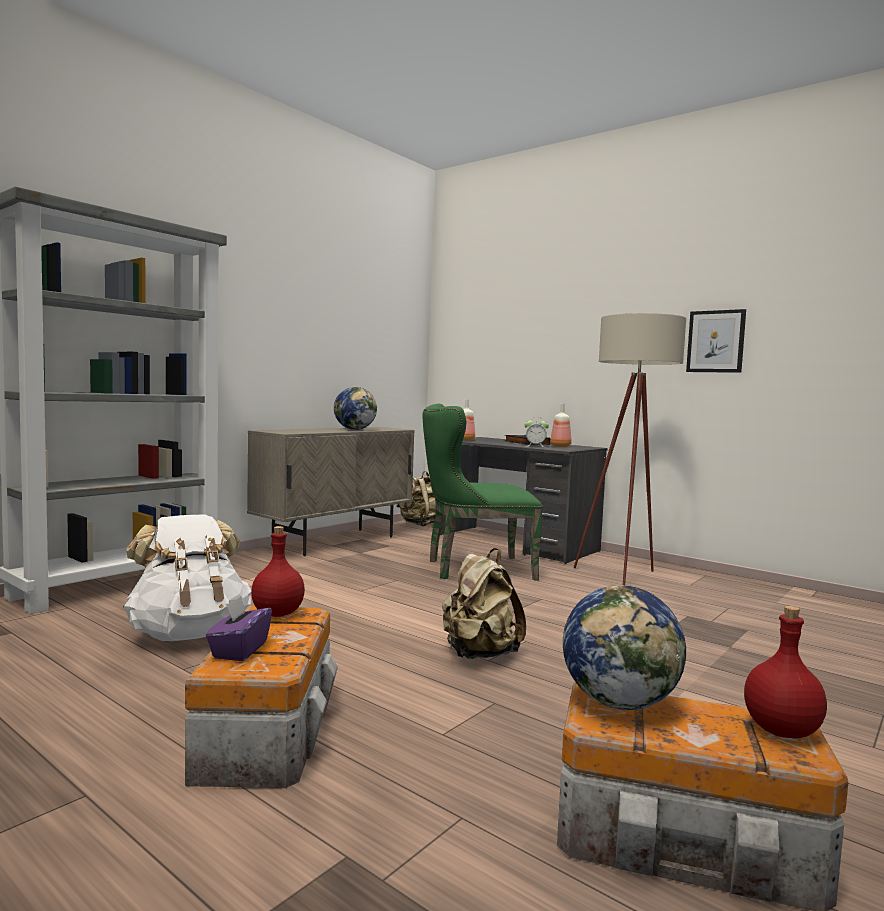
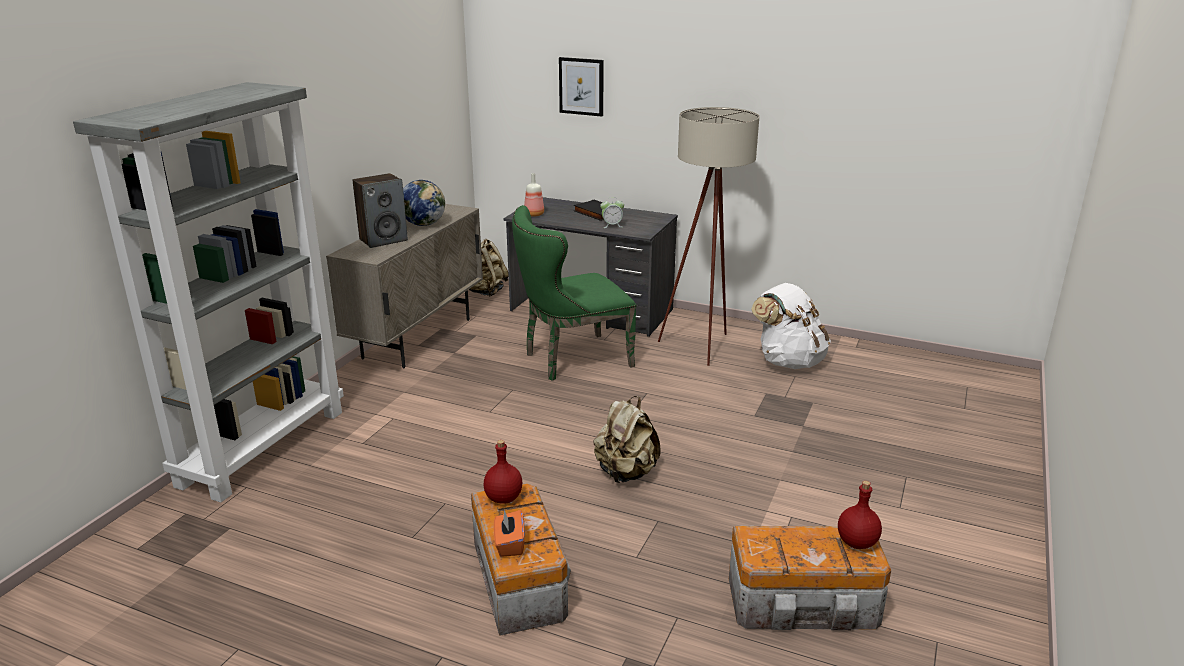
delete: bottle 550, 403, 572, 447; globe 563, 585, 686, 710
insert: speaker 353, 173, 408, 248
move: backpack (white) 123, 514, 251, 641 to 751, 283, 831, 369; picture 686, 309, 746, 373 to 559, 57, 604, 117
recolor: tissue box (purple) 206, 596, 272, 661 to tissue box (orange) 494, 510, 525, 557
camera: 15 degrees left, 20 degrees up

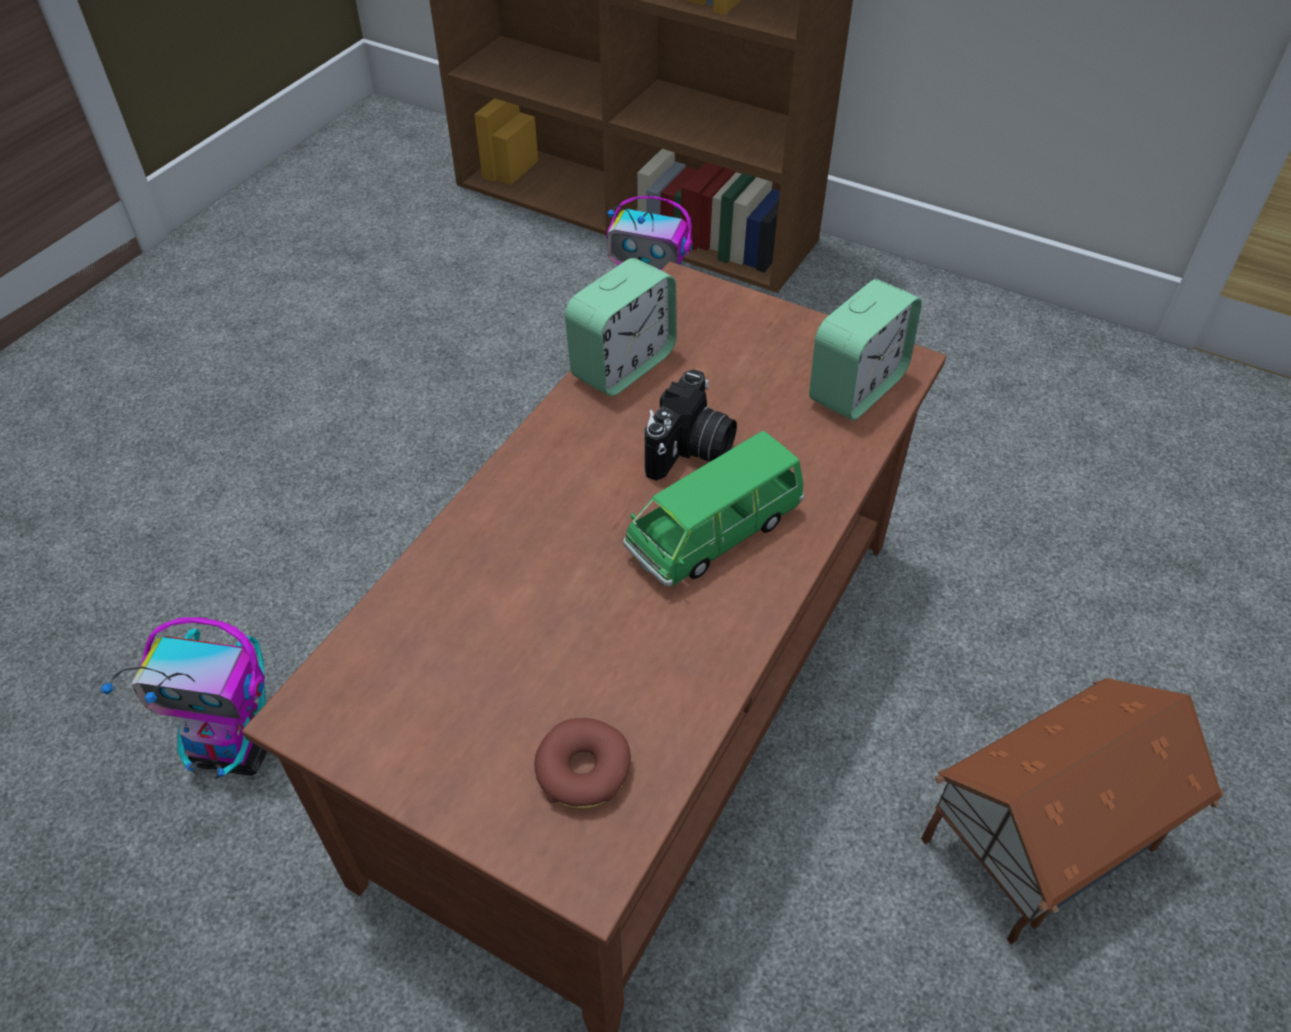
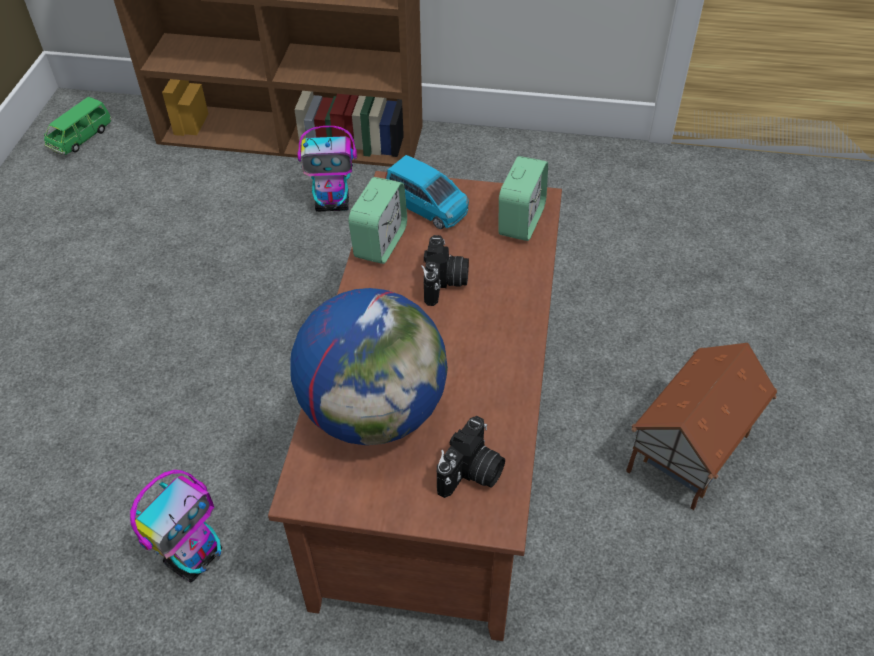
insert: globe 290, 288, 448, 445; toy car (blue) 385, 155, 469, 229
move: toy car (green) 623, 431, 805, 587 to 44, 97, 112, 155
replace: donut 535, 718, 631, 809 to photo camera 437, 416, 505, 498
rotate: toy robot 101, 617, 267, 779 = 130, 470, 222, 582 45 degrees counterclockwise
camera: 20 degrees left, 0 degrees up

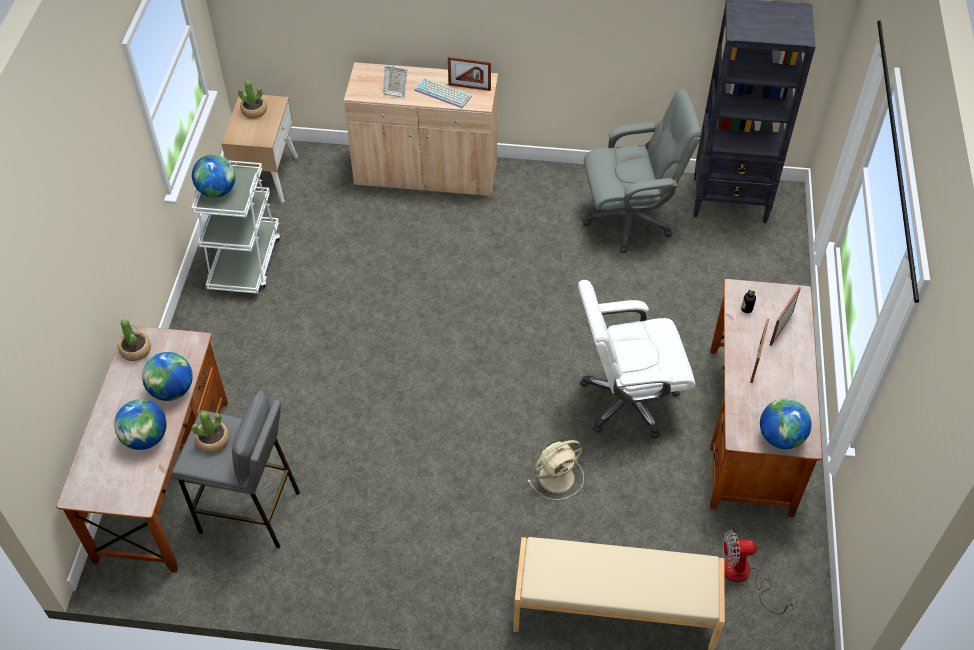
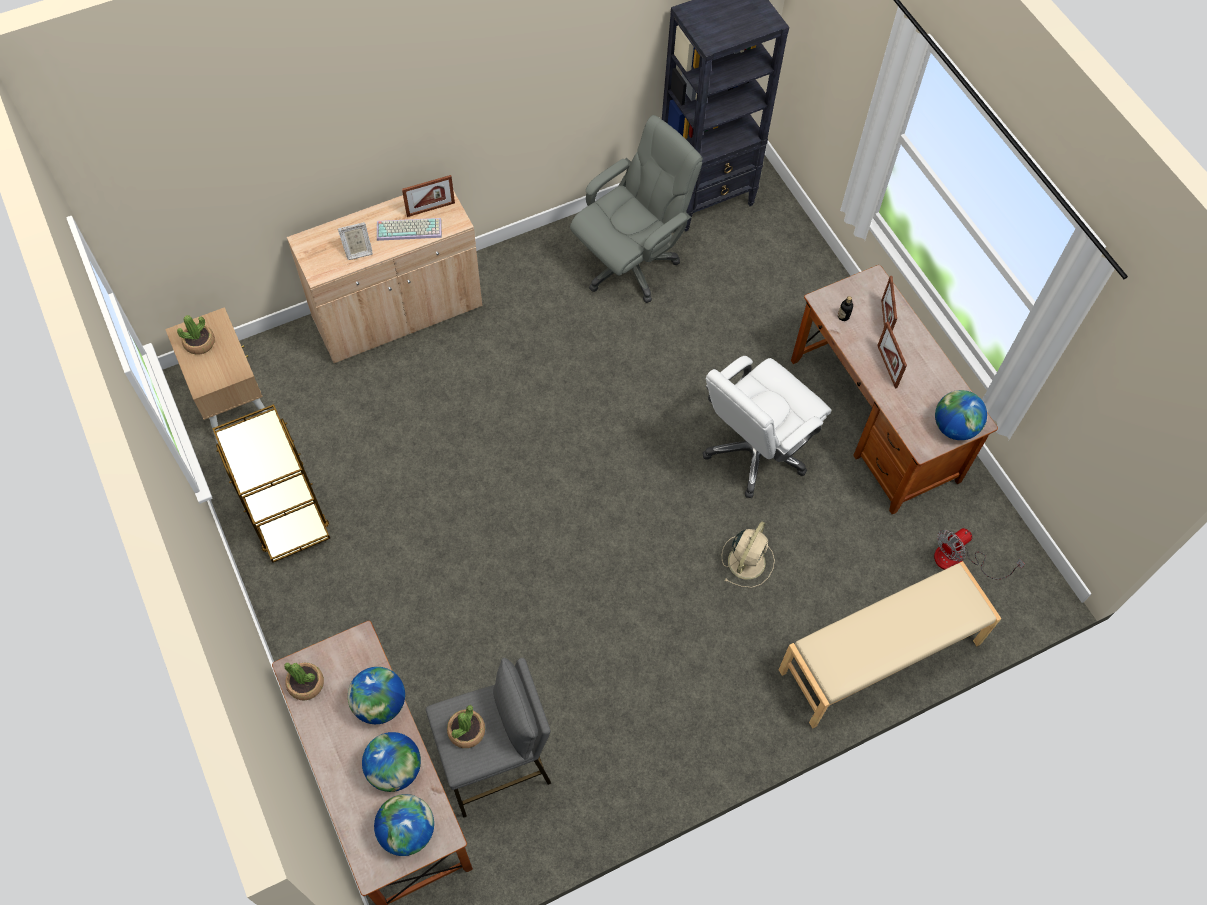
move: globe 192, 154, 236, 198 to 374, 794, 434, 856
recolor: cart (white) 192, 161, 281, 294 to cart (brown) 212, 404, 330, 563
camera: 35 degrees left, 10 degrees up

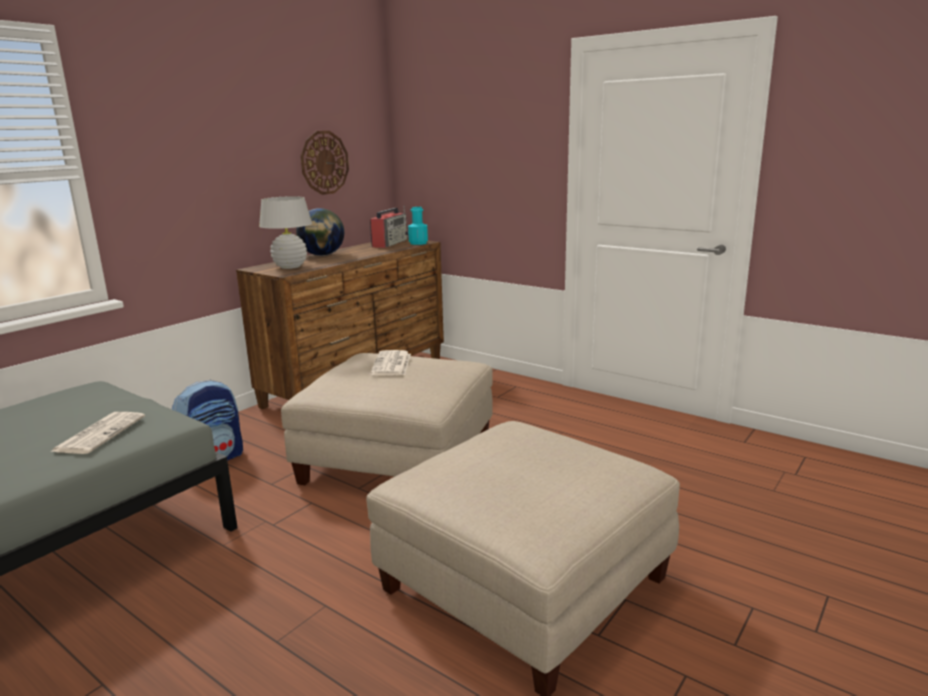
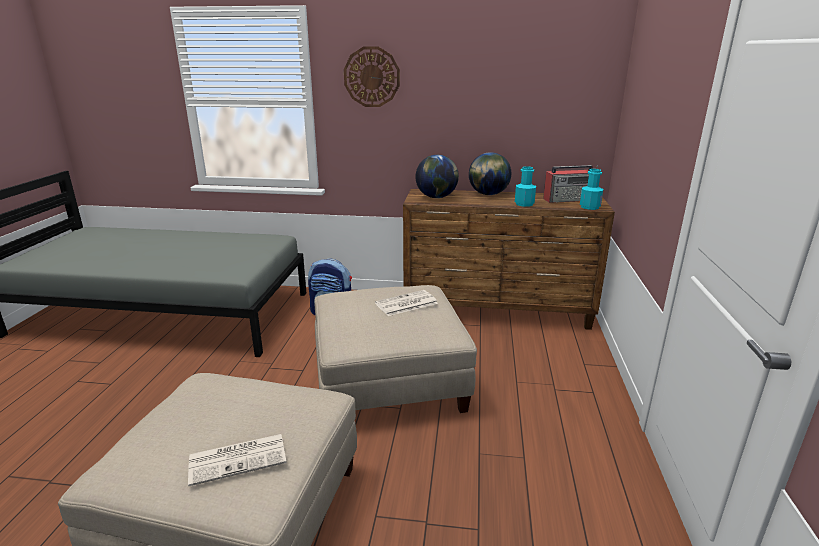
insert: bottle (turquoise) 515, 166, 536, 207
move: newspaper 50, 412, 145, 454 to 188, 434, 287, 487; wall clock 301, 131, 349, 195 to 344, 47, 400, 107
replace: table lamp (white) 259, 196, 312, 269 to globe 415, 155, 459, 198
camera: 60 degrees right, 5 degrees up

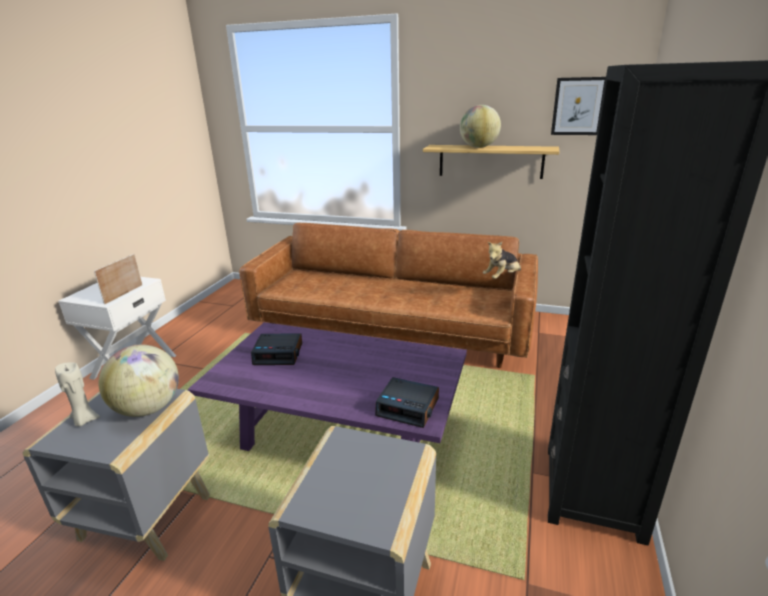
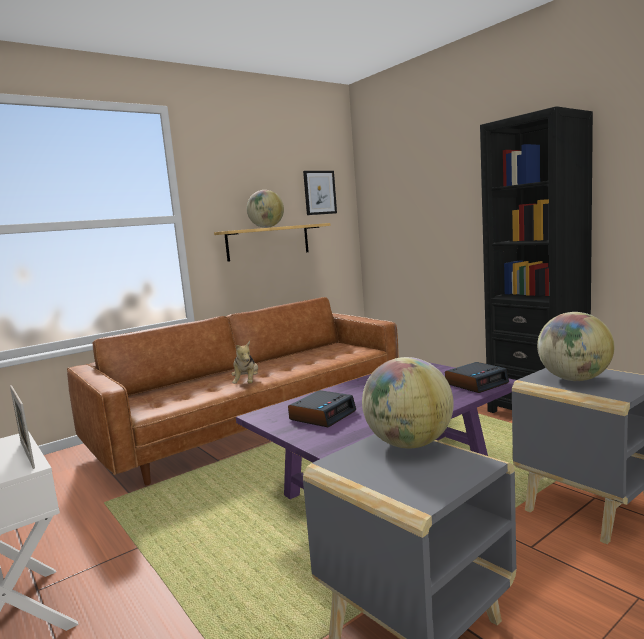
delete: candle (beige) 55, 362, 100, 426
insert: globe 537, 312, 615, 381
move: plush toy 483, 242, 521, 279 to 232, 341, 258, 384
camera: 55 degrees left, 15 degrees down

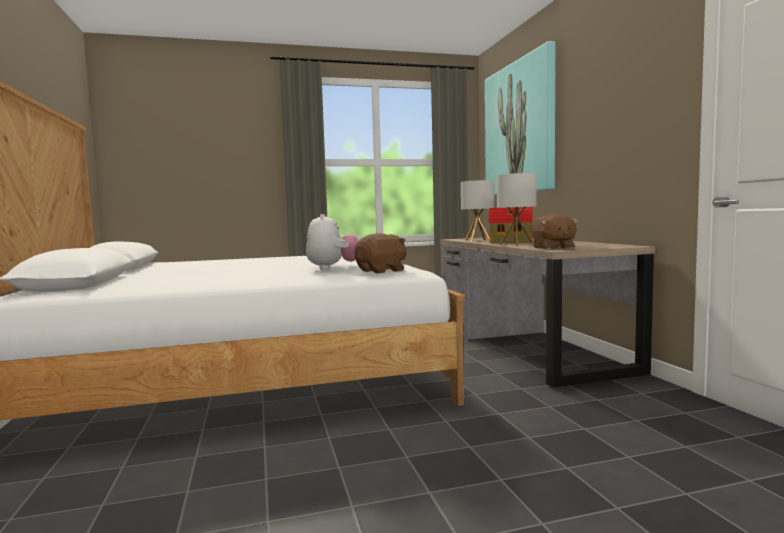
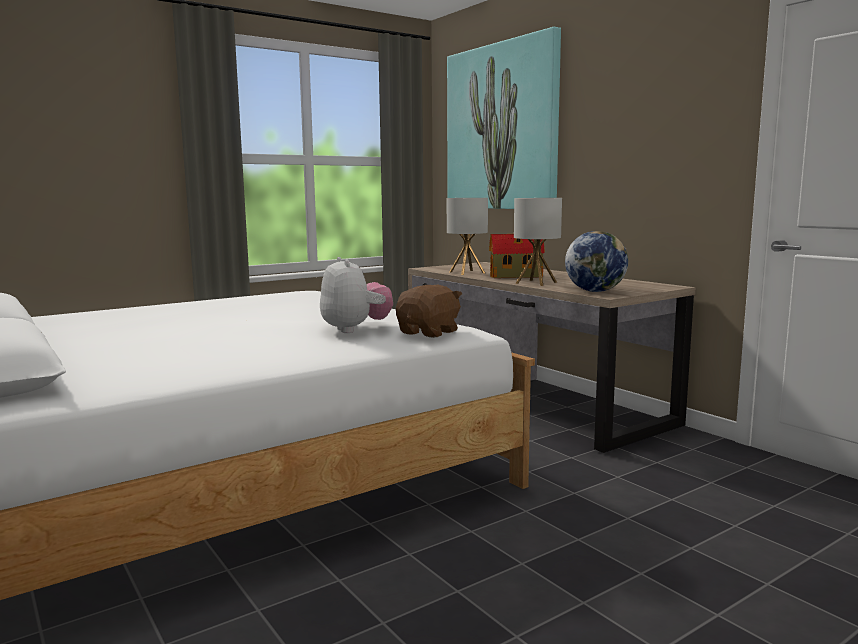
replace: plush toy (brown) 532, 214, 578, 250 to globe 565, 231, 628, 292
camera: 20 degrees left, 5 degrees up

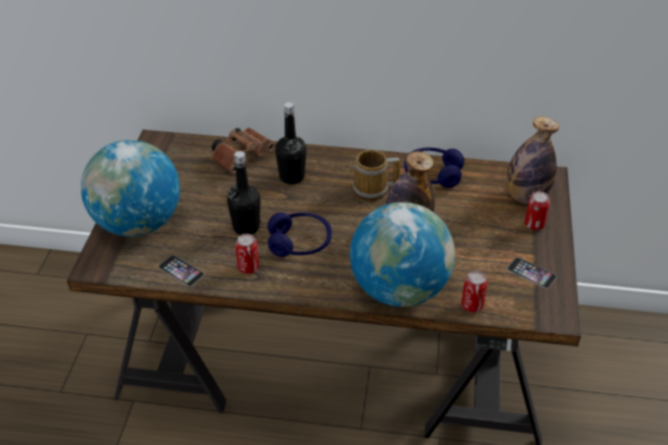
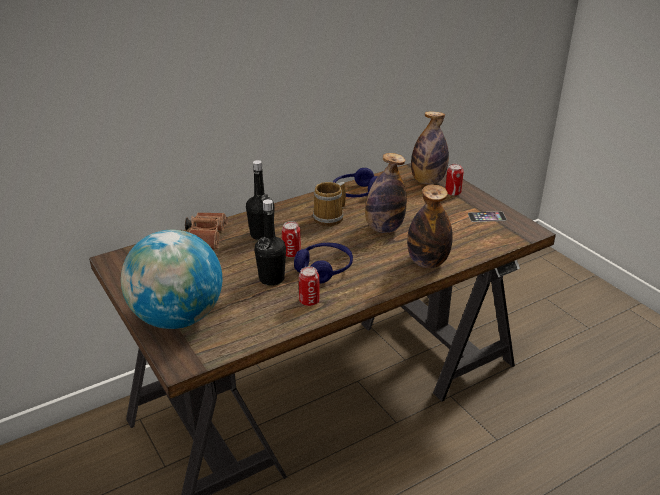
delete: phone 158, 255, 204, 286
move: can 461, 271, 488, 313 to 282, 221, 301, 258
replace: globe 350, 202, 455, 307 to bottle 407, 184, 453, 268
camera: 40 degrees left, 10 degrees down

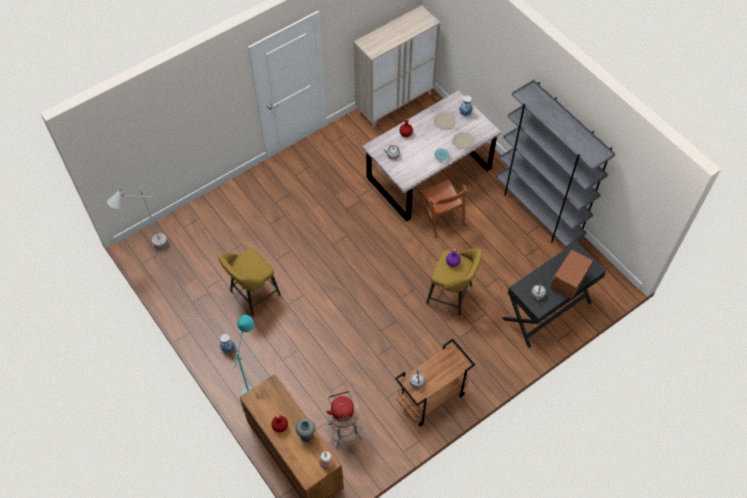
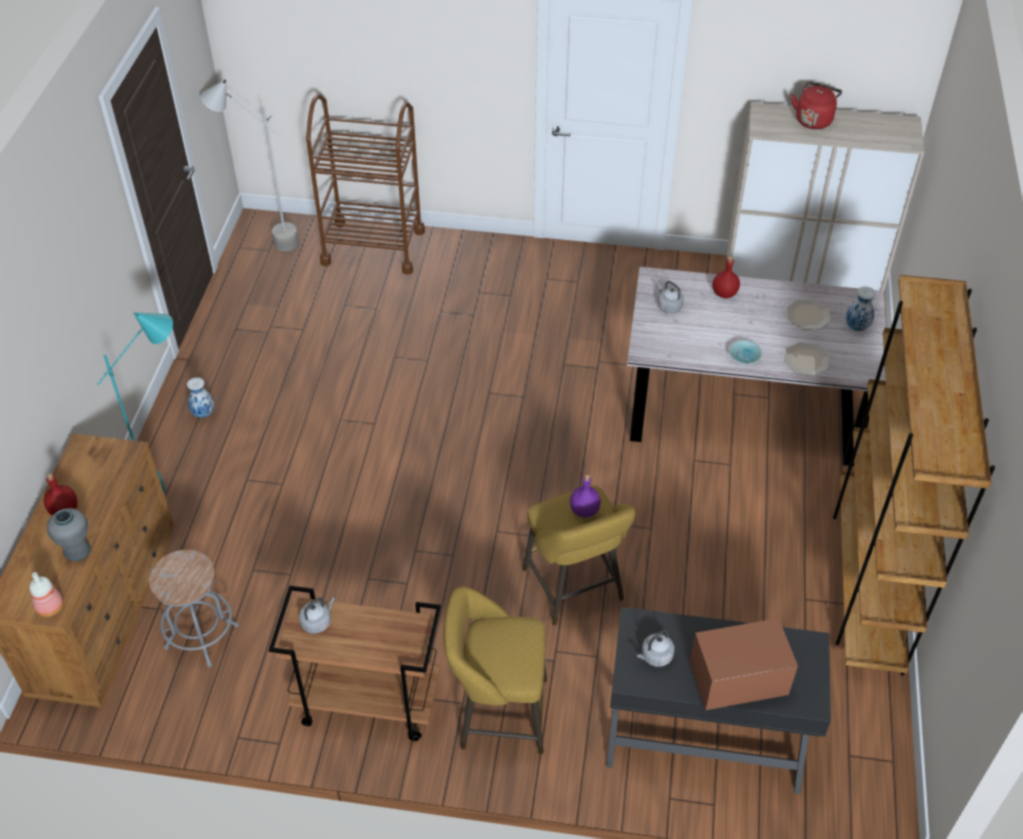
delete: chair (brown) 418, 179, 467, 238
insert: cart (brown) 306, 94, 425, 275
move: stool (yellow) 218, 248, 281, 316 to 444, 586, 547, 754; kettle (red) 326, 391, 354, 421 to 791, 81, 842, 129
recolor: bookcase (grey) 496, 80, 615, 248 to bookcase (brown) 833, 275, 995, 676
camera: 45 degrees right, 10 degrees down

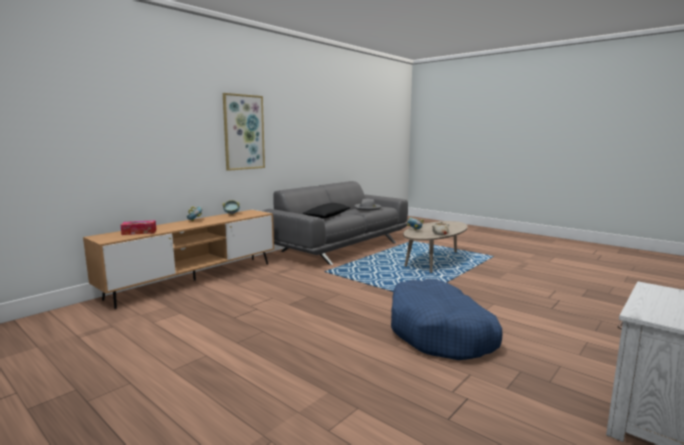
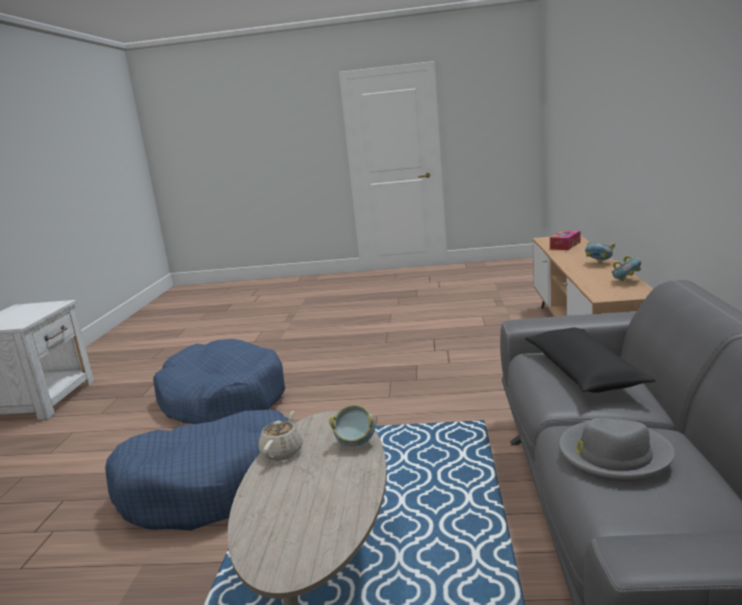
delete: picture 223, 93, 265, 171
insert: dog bed (blue) 105, 410, 289, 531
camera: 145 degrees right, 5 degrees up

